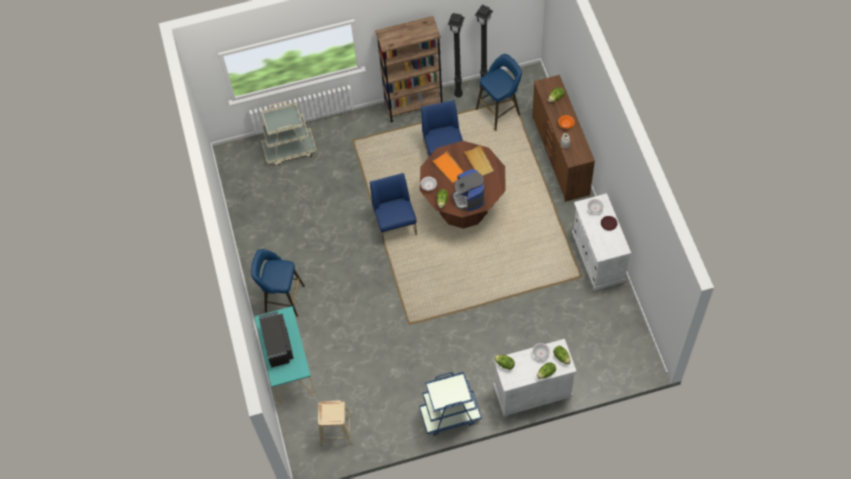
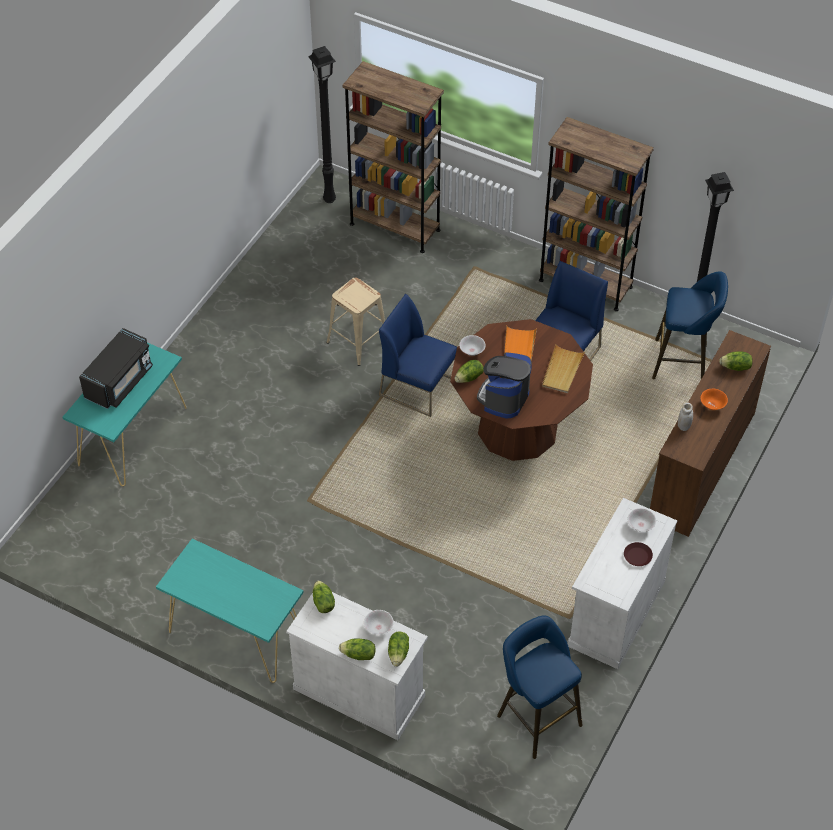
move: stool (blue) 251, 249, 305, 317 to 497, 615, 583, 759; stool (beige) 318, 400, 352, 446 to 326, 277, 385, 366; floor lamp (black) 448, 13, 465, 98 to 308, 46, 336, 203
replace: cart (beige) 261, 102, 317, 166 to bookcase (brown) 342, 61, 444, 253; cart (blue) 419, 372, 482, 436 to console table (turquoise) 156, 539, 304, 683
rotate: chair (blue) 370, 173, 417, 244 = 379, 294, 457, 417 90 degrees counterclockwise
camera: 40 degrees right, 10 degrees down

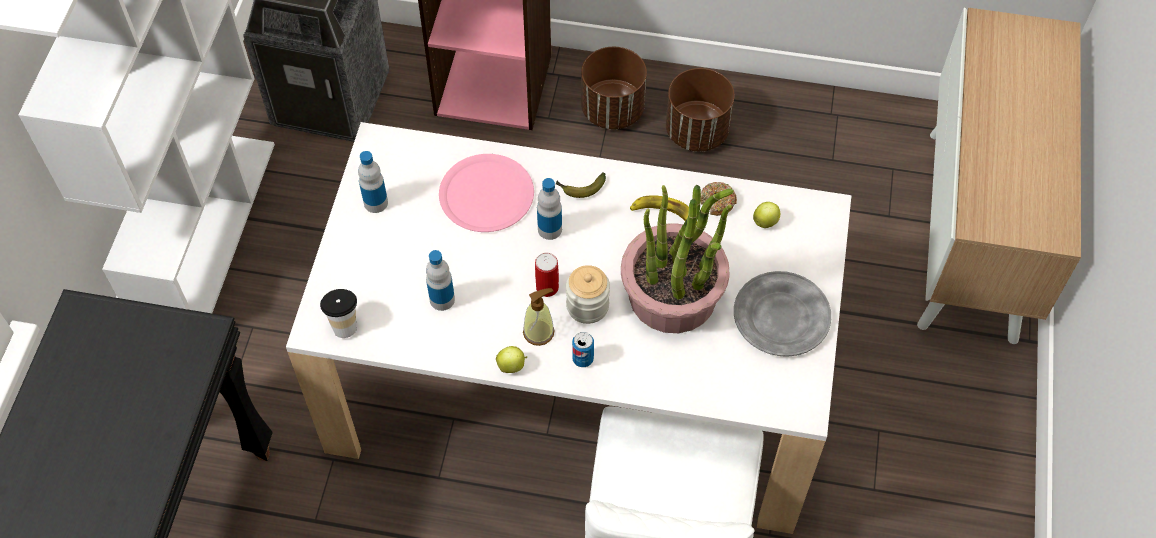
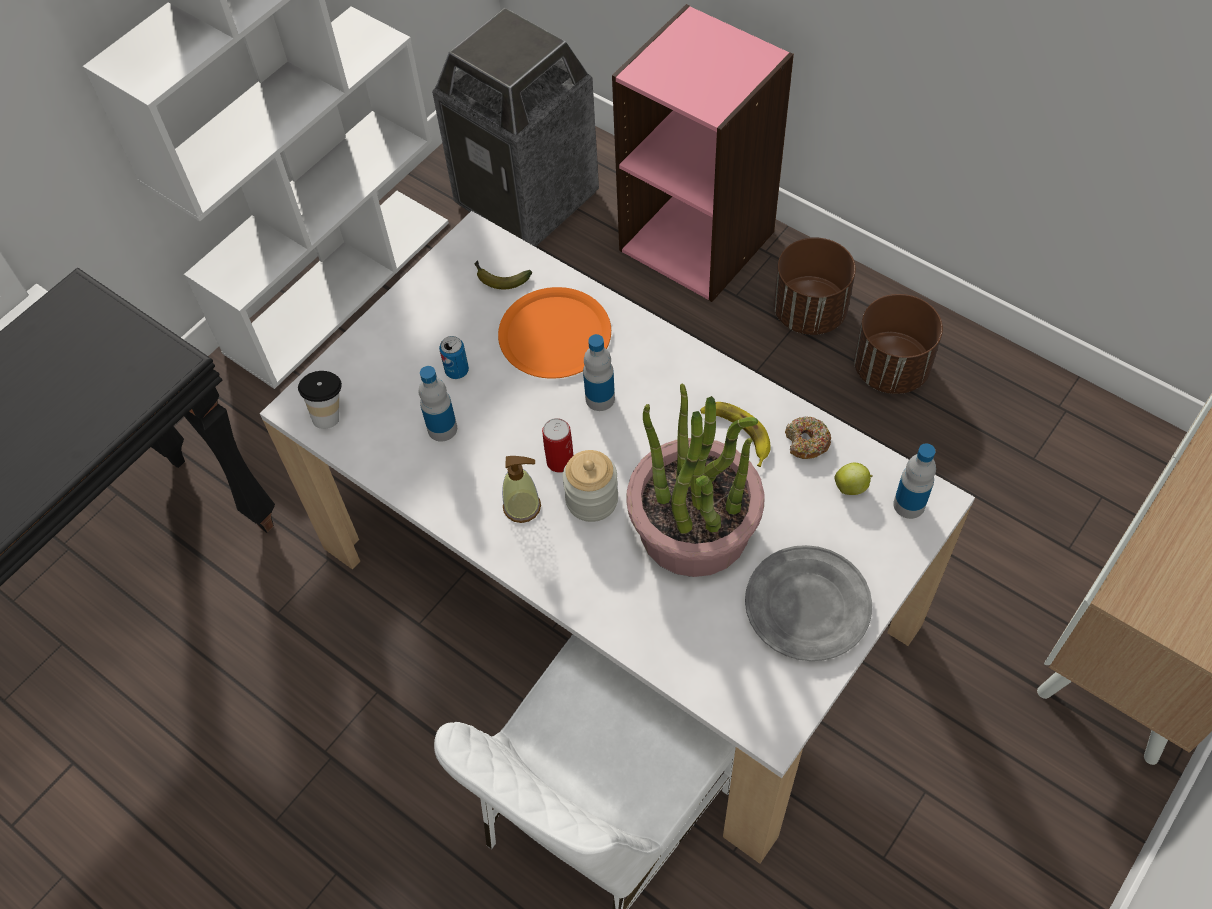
delete: apple 496, 346, 527, 373
move: bottle 358, 151, 388, 213 to 893, 443, 936, 519; banana 556, 172, 606, 198 to 474, 260, 532, 289; can 572, 332, 594, 367 to 439, 336, 469, 379
recolor: plate (pink) 439, 154, 534, 232 to plate (orange) 498, 287, 611, 379
camera: 30 degrees right, 0 degrees up

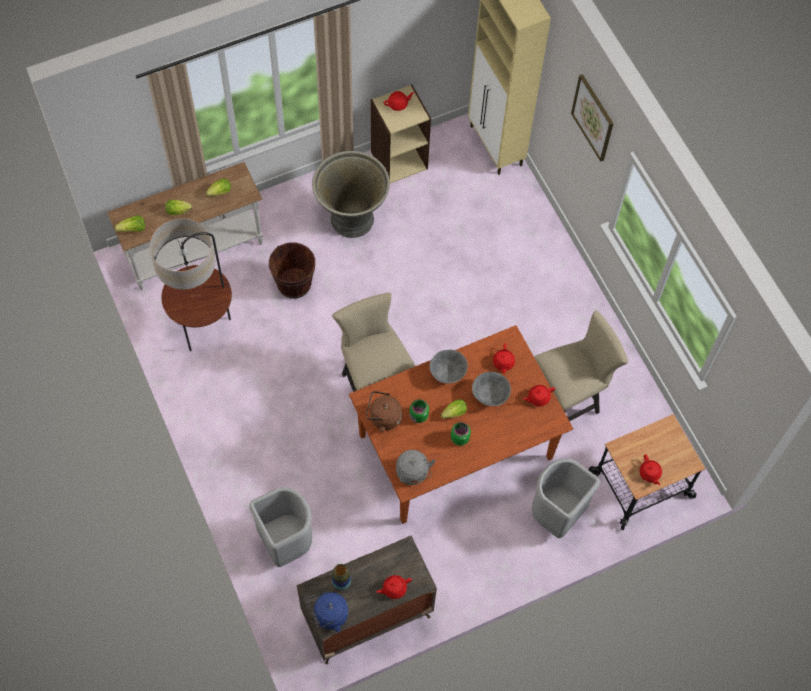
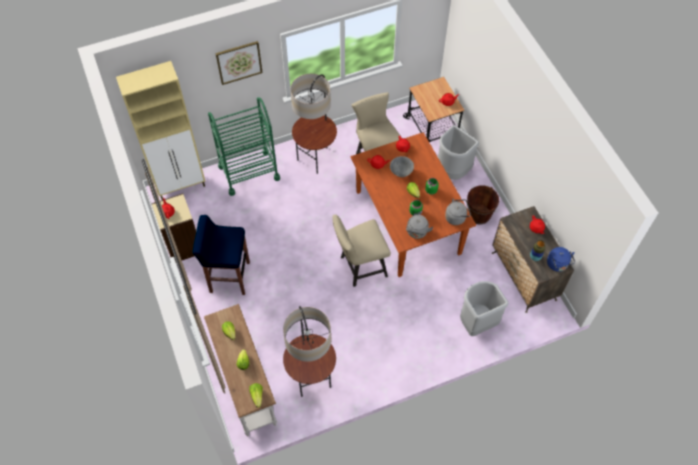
delete: bowl (grey) 429, 350, 468, 383
insert: cart (green) 208, 97, 280, 196; floor lamp 291, 74, 337, 174
move: bucket (brown) 269, 242, 315, 299 to 467, 185, 499, 224
replace: planter (grey) 312, 151, 390, 238 to stool (blue) 193, 215, 250, 295
recolor: kettle (brown) 366, 391, 402, 432 to kettle (grey) 406, 215, 433, 239
camera: 85 degrees left, 5 degrees down

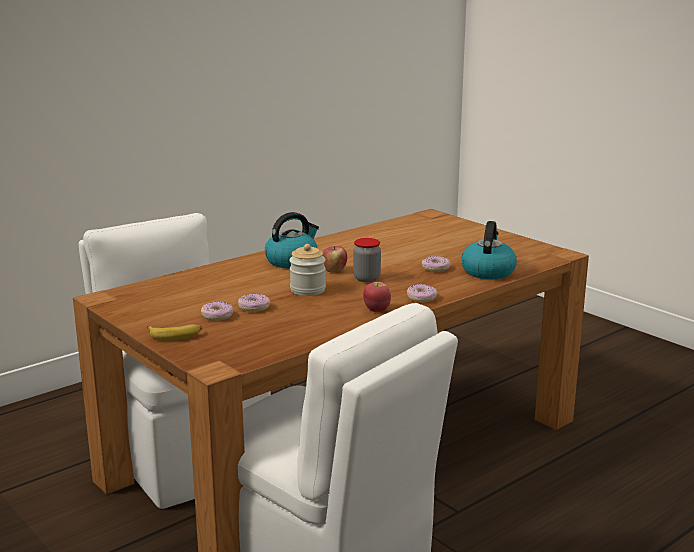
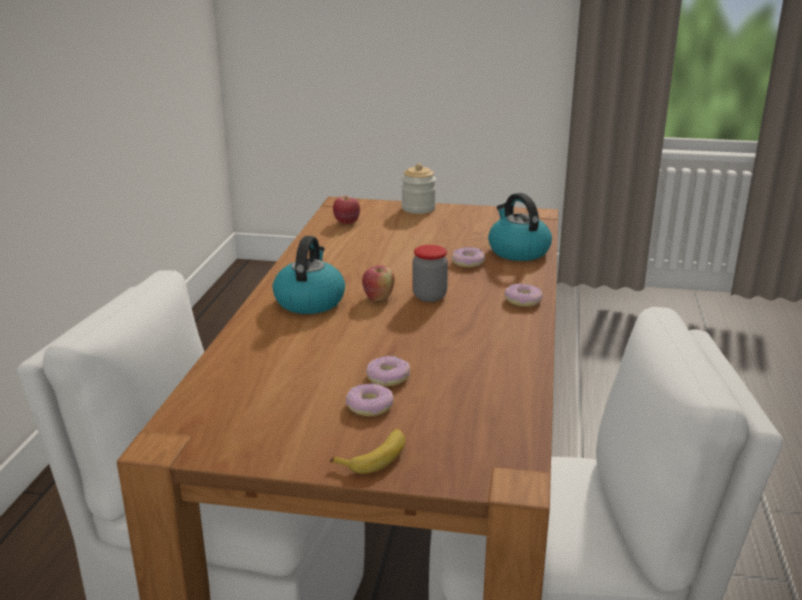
move: jar 289, 244, 326, 296 to 402, 163, 436, 214; apple 363, 282, 391, 312 to 333, 196, 360, 224
camera: 40 degrees left, 5 degrees up

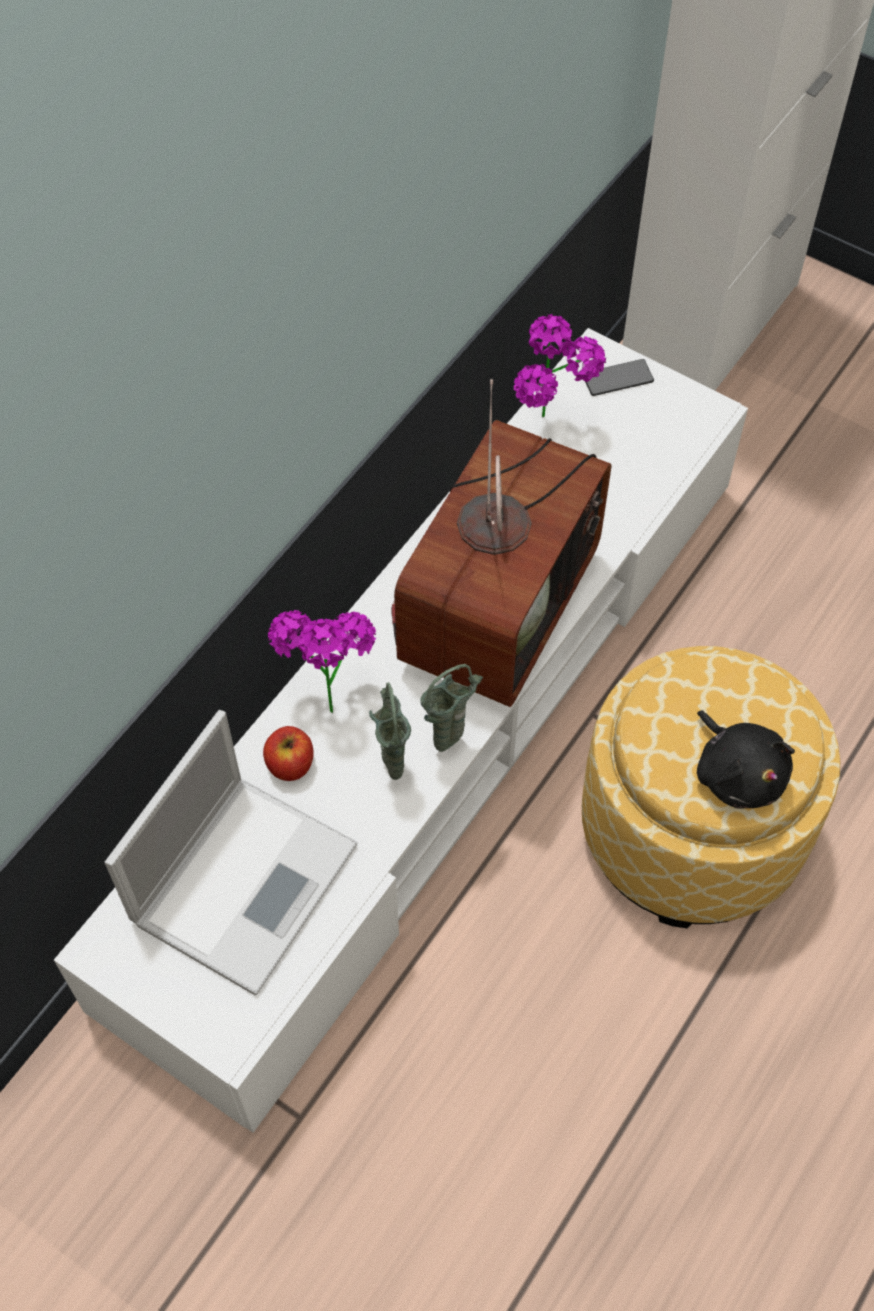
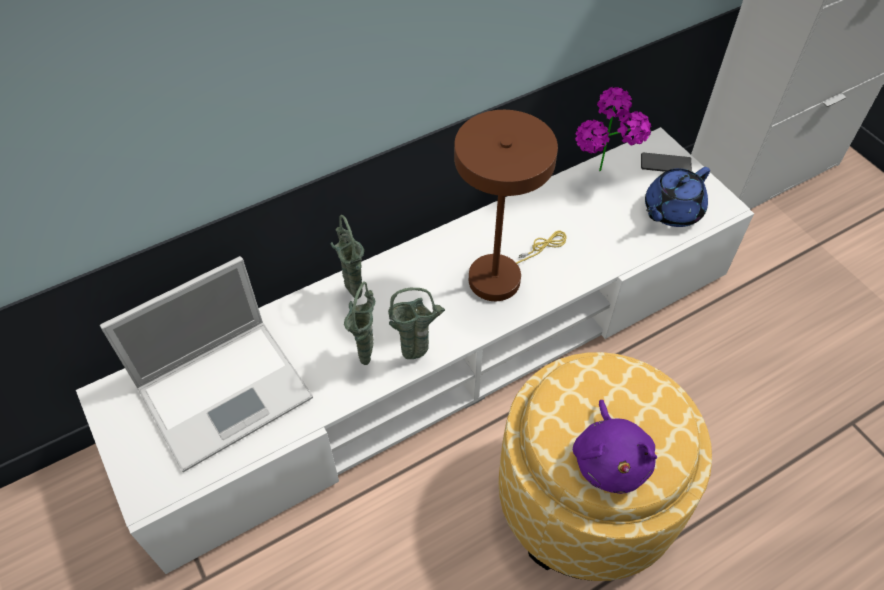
delete: apple 263, 726, 314, 781
insert: teapot (blue) 645, 167, 710, 227
replace: potted plant 268, 610, 377, 713 to vase (green) 330, 215, 364, 299; television 392, 379, 612, 707 to table lamp (brown) 454, 110, 567, 301
recolor: plush toy (black) 697, 710, 795, 808 to plush toy (purple) 573, 400, 657, 494
camera: 25 degrees right, 5 degrees down

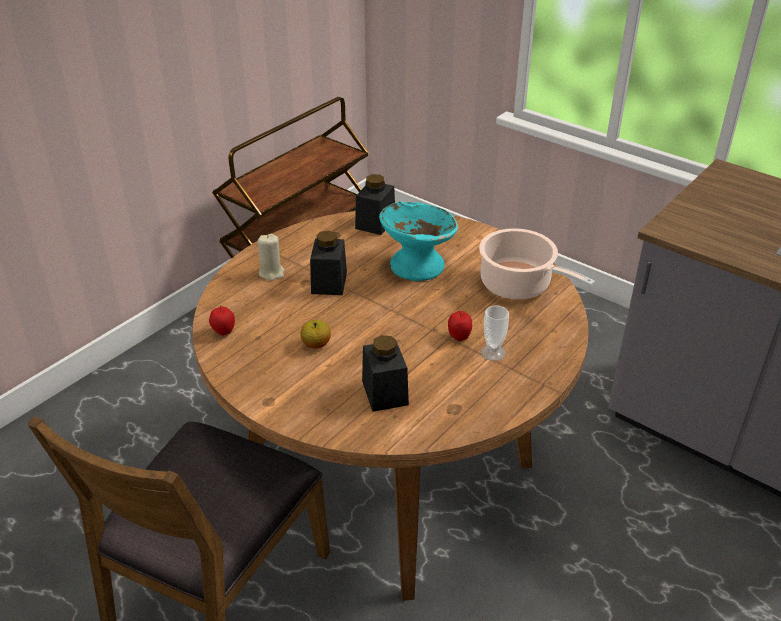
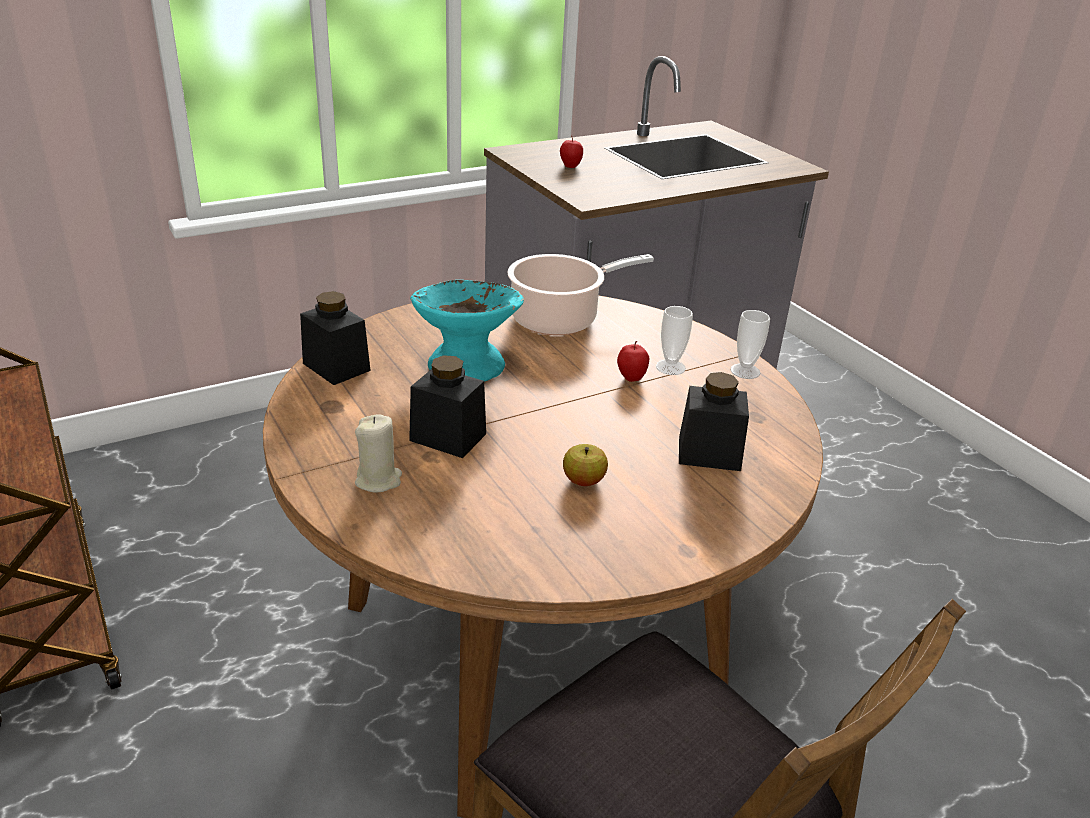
insert: cup 730, 310, 770, 379
move: apple 209, 306, 235, 336 to 560, 136, 583, 168
camera: 70 degrees left, 5 degrees down

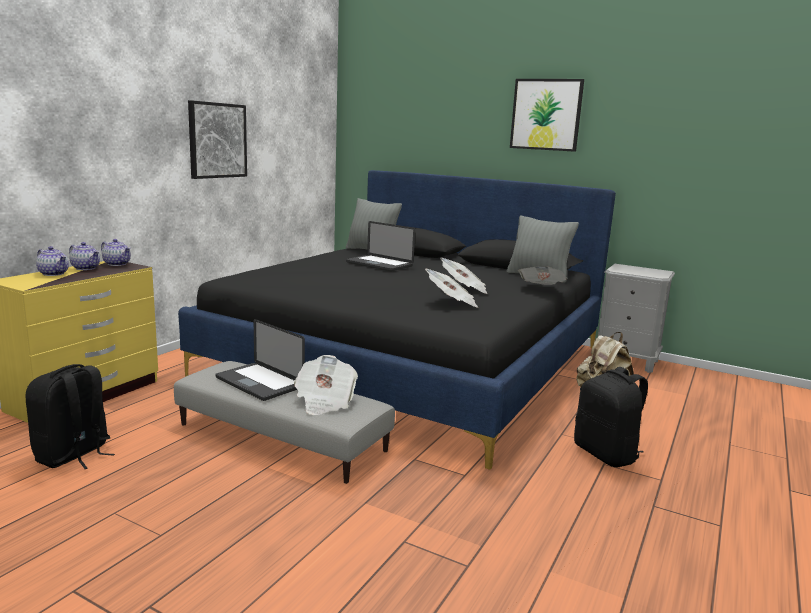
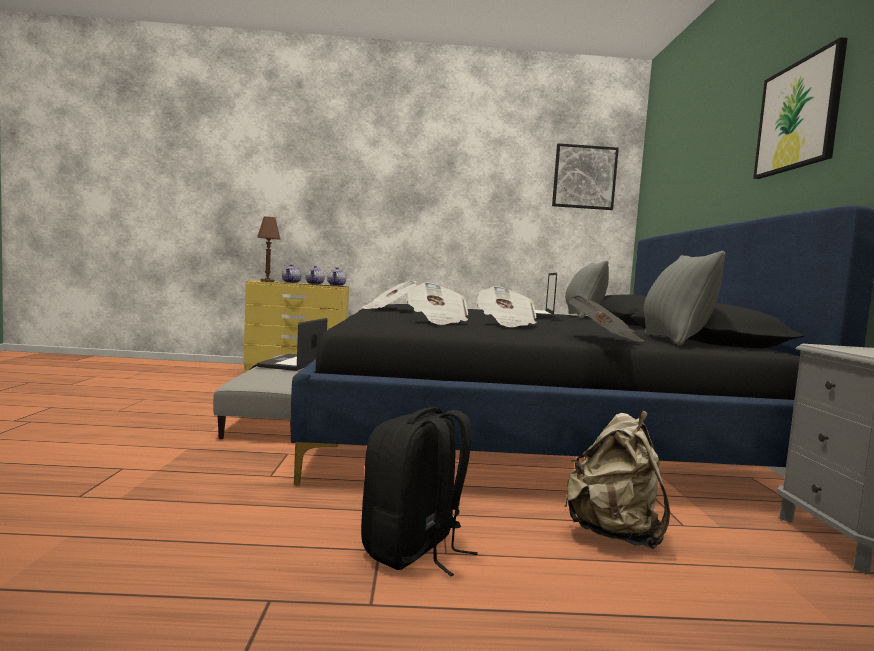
delete: backpack (black) 26, 364, 115, 469
insert: table lamp (brown) 257, 217, 281, 282
move: picture 188, 100, 247, 179 to 552, 143, 619, 210; newspaper 294, 355, 358, 415 to 362, 281, 417, 309
camera: 60 degrees right, 10 degrees down

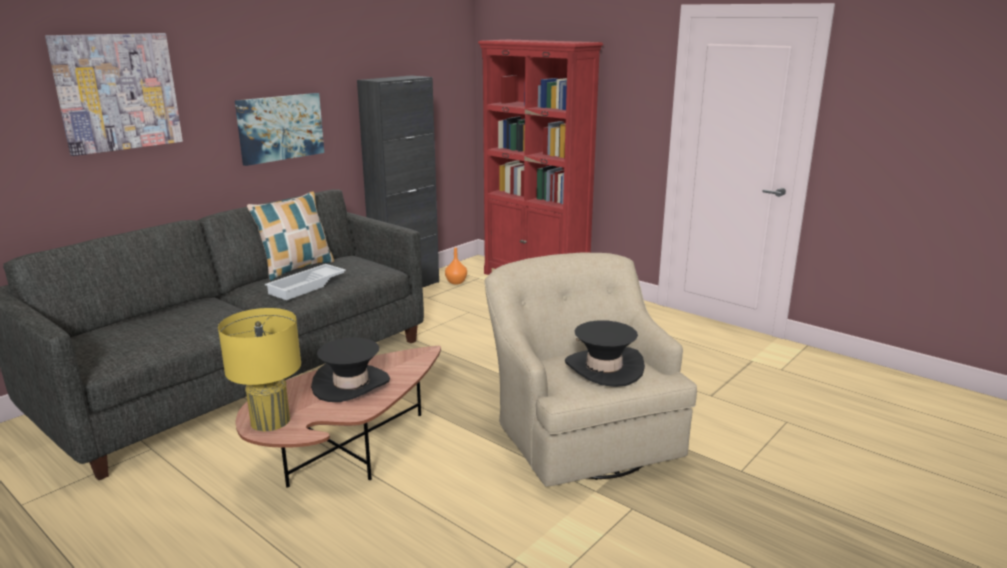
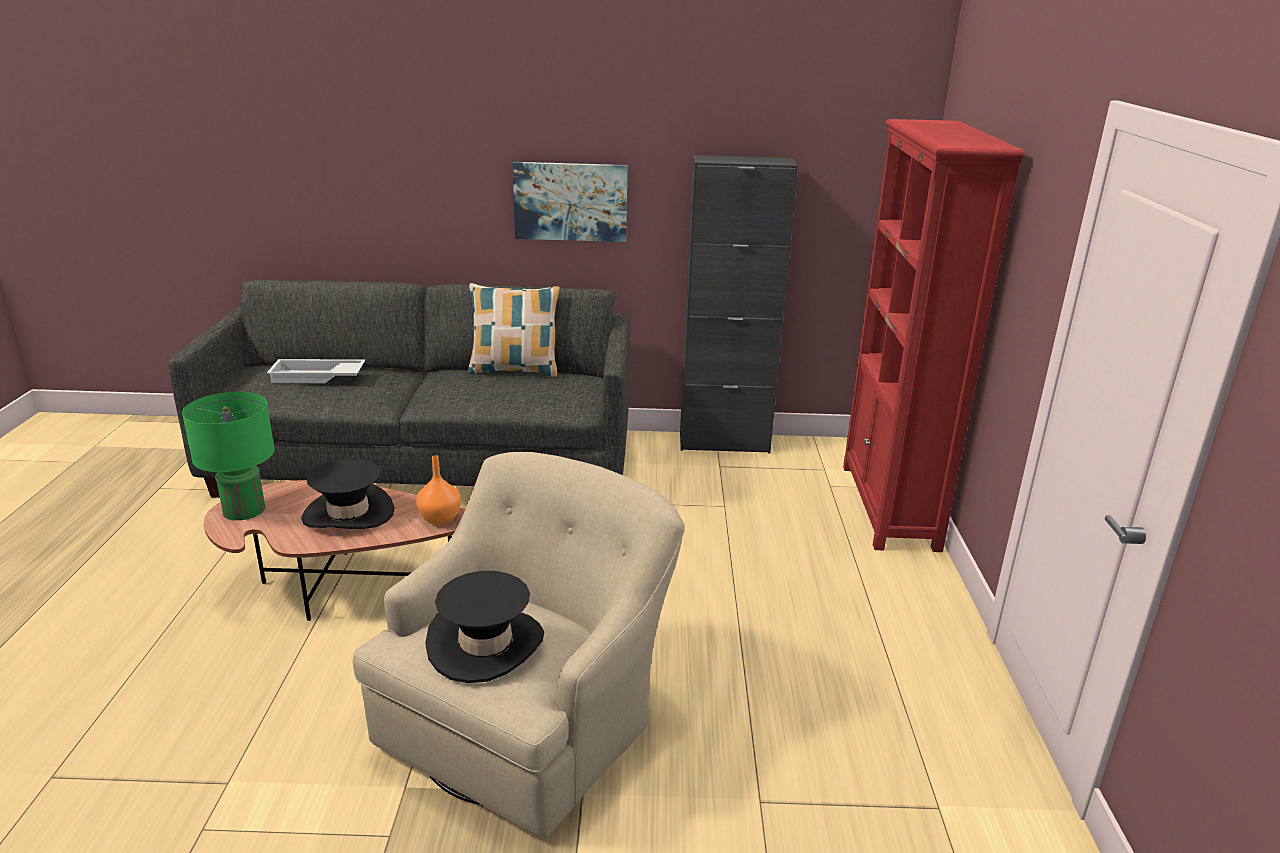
delete: picture 45, 33, 183, 156
move: tray (white) 265, 264, 346, 300 to 267, 359, 365, 383; vase (orange) 445, 247, 467, 285 to 416, 455, 461, 525
recolor: table lamp (yellow) 218, 308, 301, 431 to table lamp (green) 182, 392, 275, 521
camera: 50 degrees right, 5 degrees up

